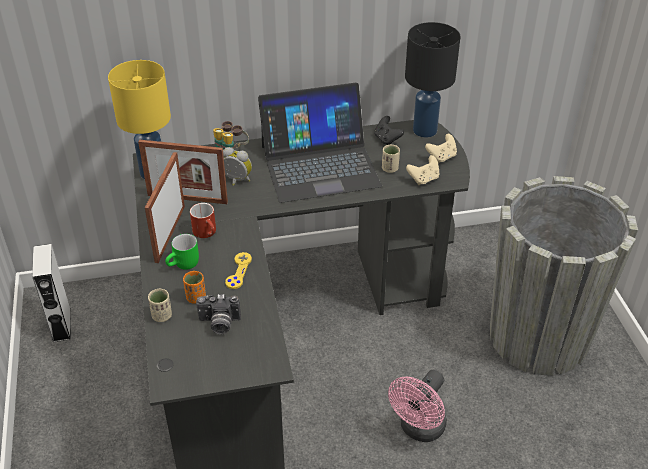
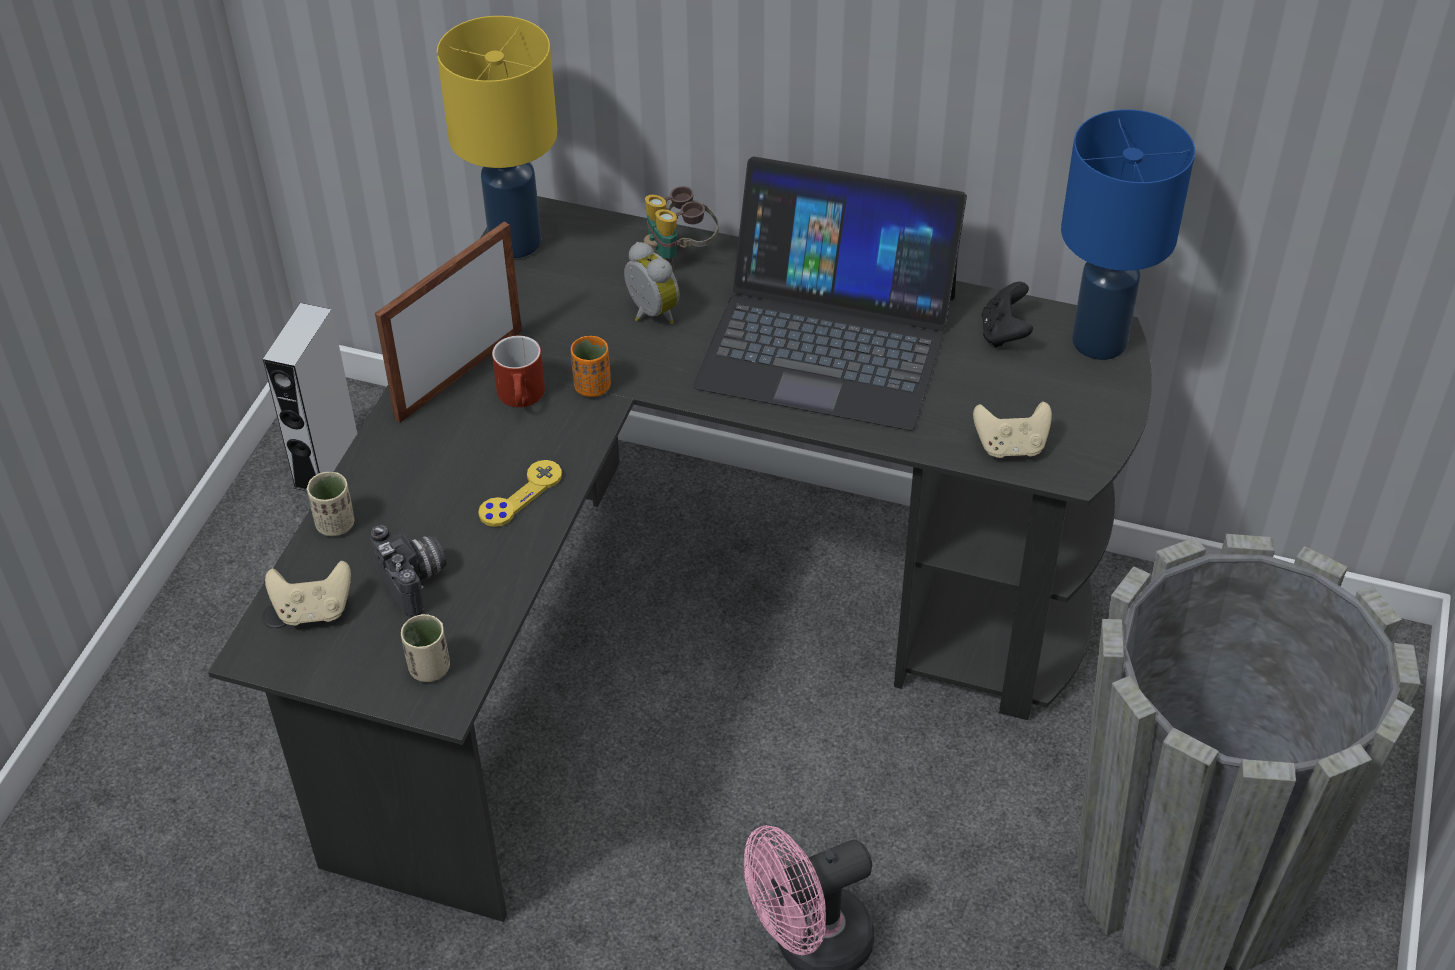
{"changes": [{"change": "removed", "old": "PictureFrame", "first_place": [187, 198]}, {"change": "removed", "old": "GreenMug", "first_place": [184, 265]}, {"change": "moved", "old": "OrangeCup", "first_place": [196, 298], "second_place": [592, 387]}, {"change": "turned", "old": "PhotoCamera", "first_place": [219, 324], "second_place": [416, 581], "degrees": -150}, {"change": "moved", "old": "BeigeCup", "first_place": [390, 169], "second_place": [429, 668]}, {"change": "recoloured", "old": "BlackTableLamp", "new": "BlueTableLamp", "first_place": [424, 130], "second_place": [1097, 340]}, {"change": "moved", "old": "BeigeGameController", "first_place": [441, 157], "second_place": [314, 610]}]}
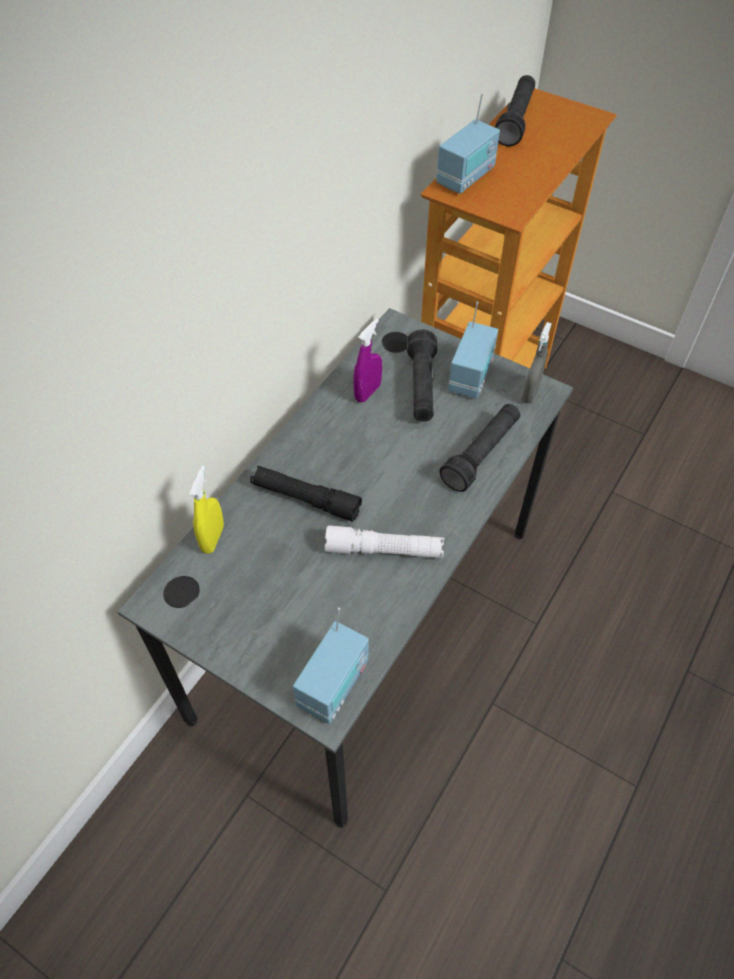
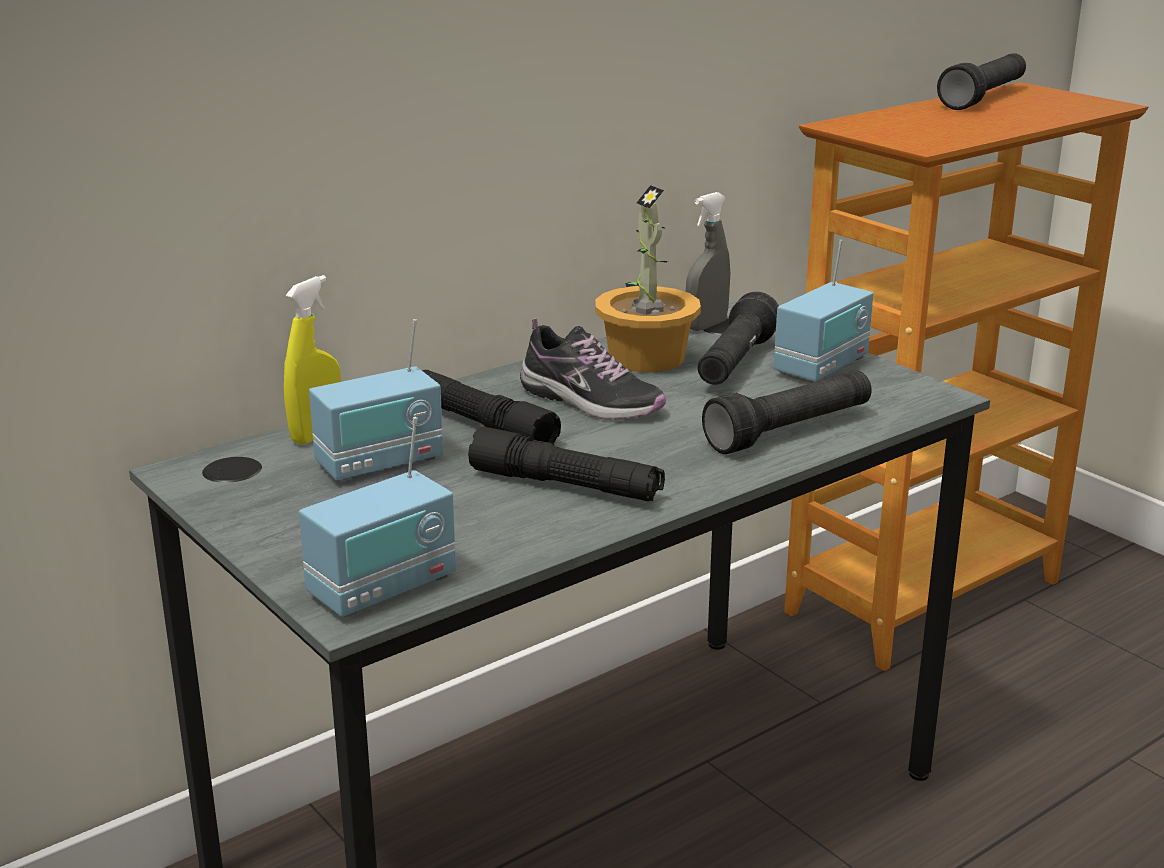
{"changes": [{"change": "recoloured", "old": "WhiteFlashlight", "new": "BlackFlashlight", "first_place": [384, 550], "second_place": [566, 486]}, {"change": "replaced", "old": "PurpleSprayBottle", "new": "PottedPlant", "first_place": [367, 392], "second_place": [647, 358]}, {"change": "moved", "old": "Radio", "first_place": [466, 177], "second_place": [380, 463]}, {"change": "moved", "old": "GreySprayBottle", "first_place": [530, 393], "second_place": [706, 326]}, {"change": "added", "new": "Shoe", "second_place": [590, 401]}]}
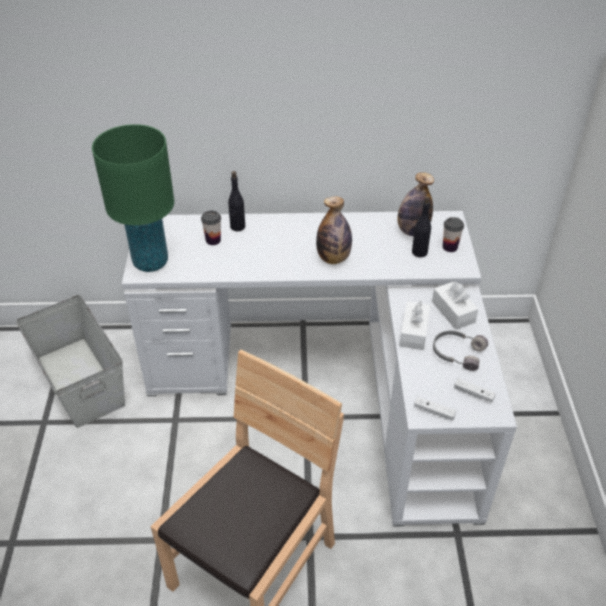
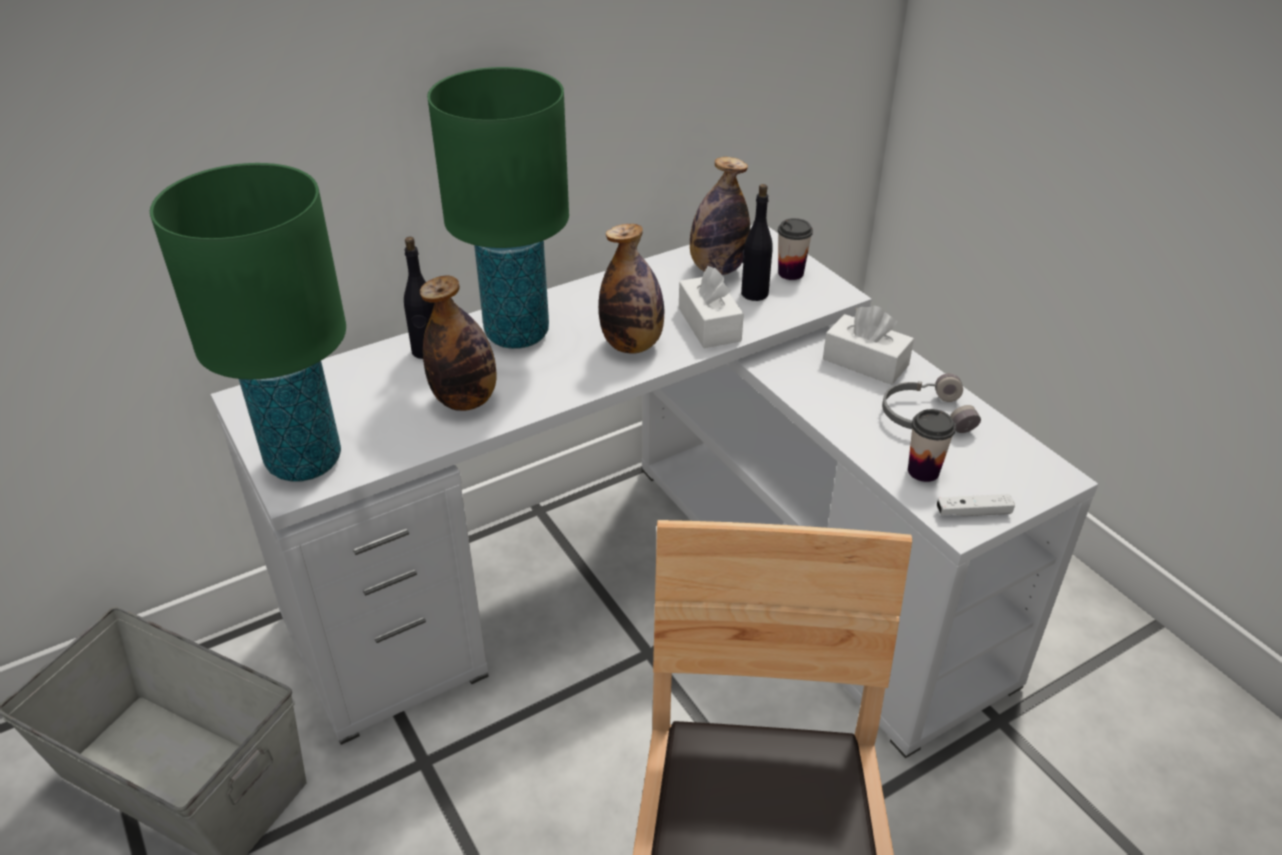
{"changes": [{"change": "moved", "old": "Cup", "first_place": [213, 240], "second_place": [923, 471]}, {"change": "moved", "old": "WhiteTissueBox", "first_place": [414, 332], "second_place": [709, 324]}, {"change": "removed", "old": "WhiteGameController", "first_place": [473, 393]}, {"change": "added", "new": "Bottle", "second_place": [465, 400]}, {"change": "added", "new": "GreenTableLamp", "second_place": [517, 333]}]}
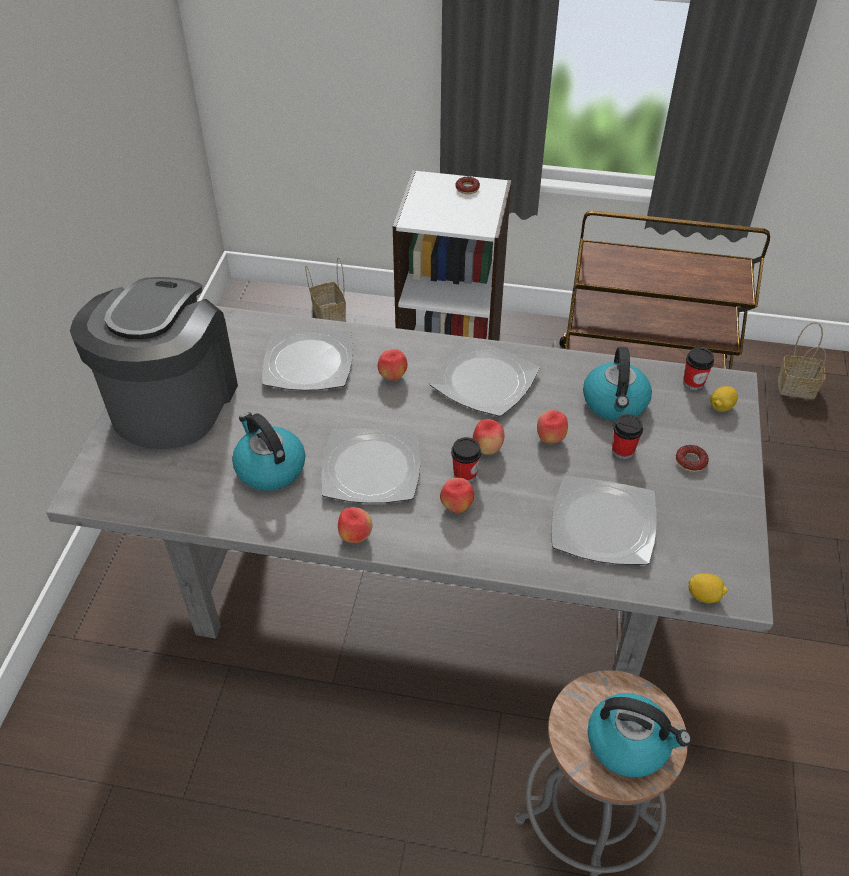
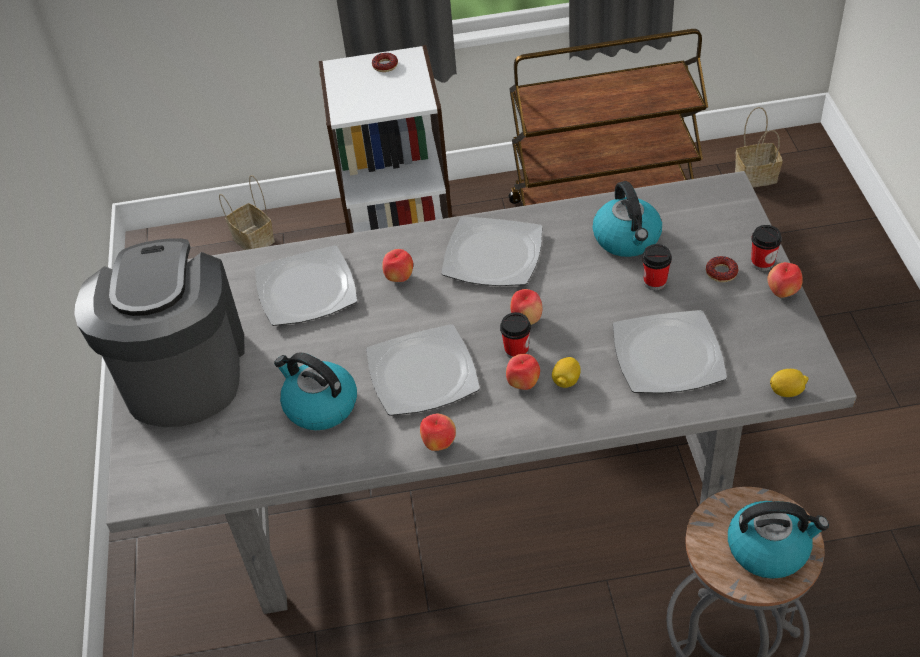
{"changes": [{"change": "moved", "old": "Apple", "first_place": [550, 438], "second_place": [782, 292]}, {"change": "moved", "old": "Cup", "first_place": [693, 383], "second_place": [762, 263]}, {"change": "moved", "old": "Lemon", "first_place": [721, 407], "second_place": [566, 381]}]}
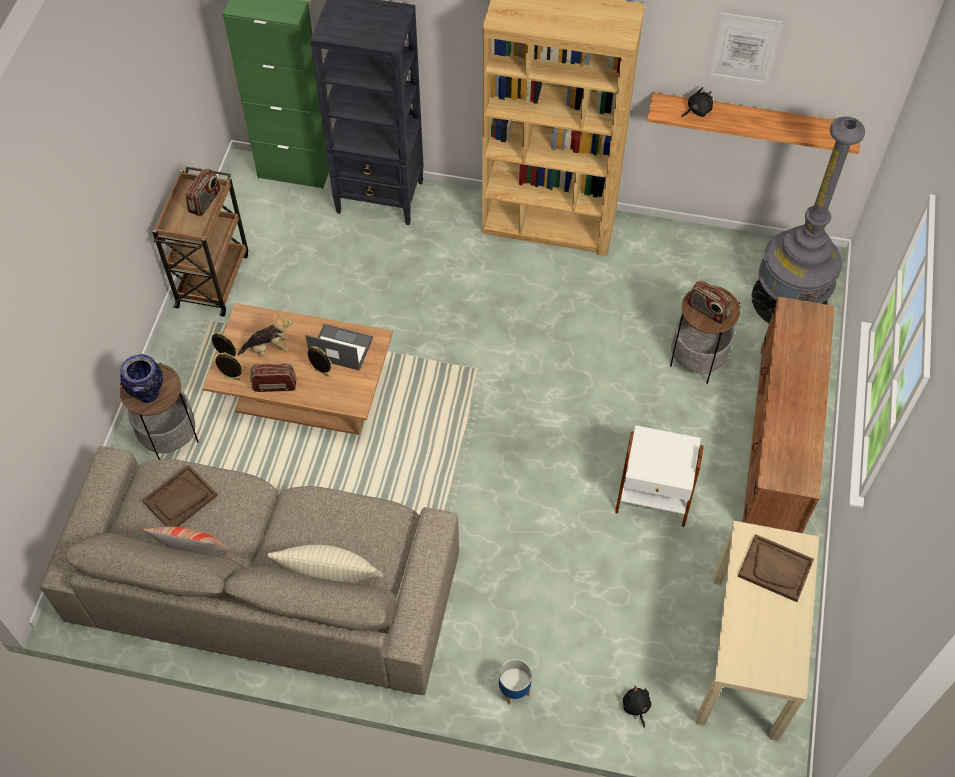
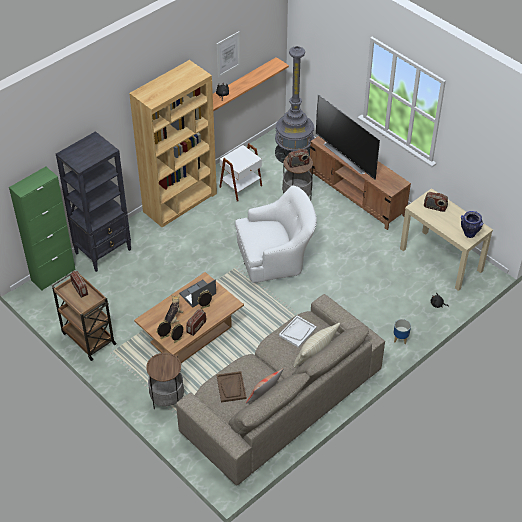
{"changes": [{"change": "moved", "old": "Vase", "first_place": [148, 393], "second_place": [469, 234]}, {"change": "moved", "old": "WhiteSideTable", "first_place": [654, 496], "second_place": [241, 187]}, {"change": "replaced", "old": "BrownTray", "new": "Radio", "first_place": [775, 569], "second_place": [435, 207]}, {"change": "added", "new": "WhiteArmchair", "second_place": [276, 257]}, {"change": "added", "new": "WhiteTray", "second_place": [297, 332]}, {"change": "added", "new": "Television", "second_place": [347, 156]}]}
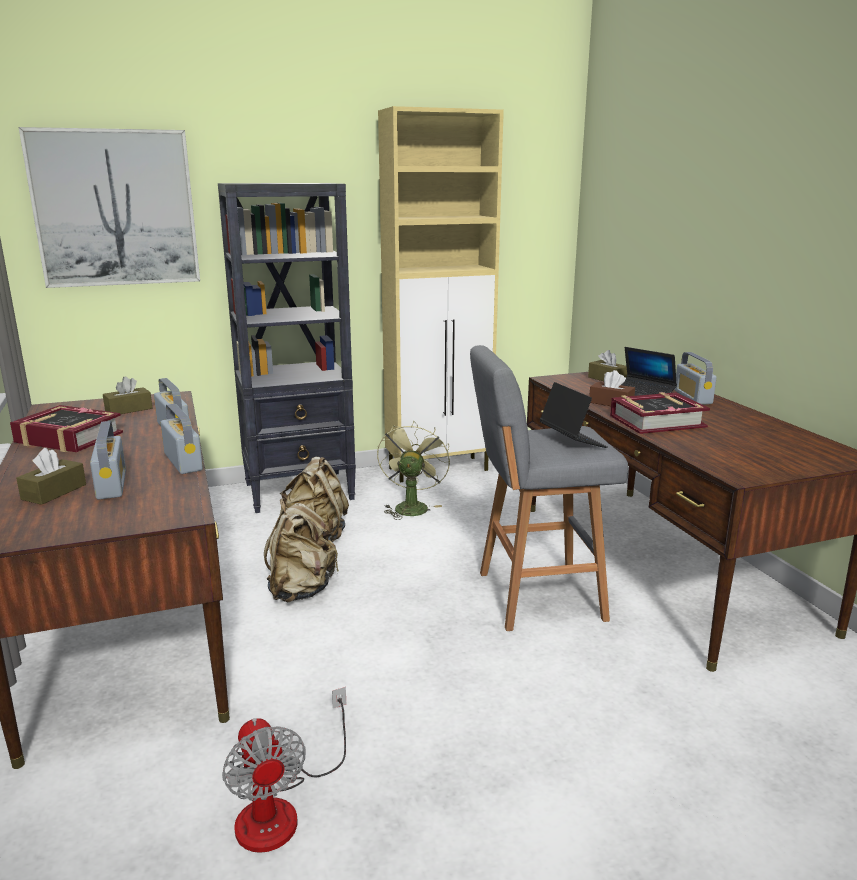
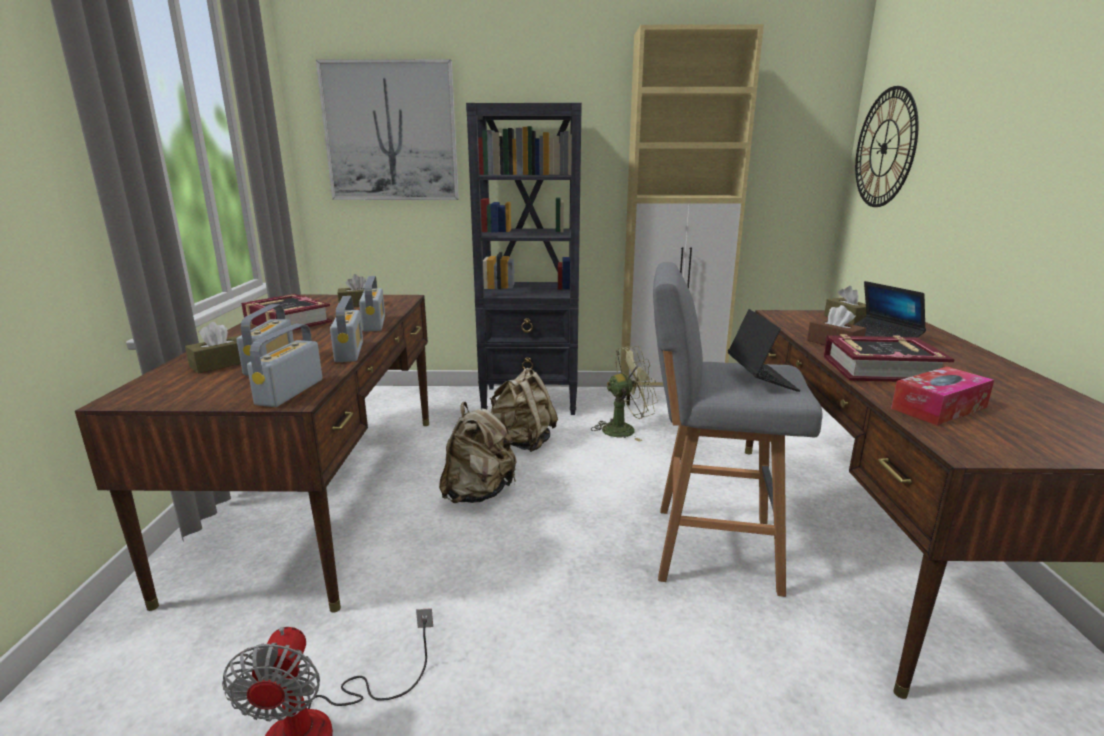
{"changes": [{"change": "turned", "old": "GreenFan", "first_place": [411, 506], "second_place": [625, 429], "degrees": 45}, {"change": "moved", "old": "Radio", "first_place": [693, 397], "second_place": [290, 392]}, {"change": "added", "new": "WallClock", "second_place": [884, 148]}, {"change": "added", "new": "TissueBox", "second_place": [939, 408]}]}
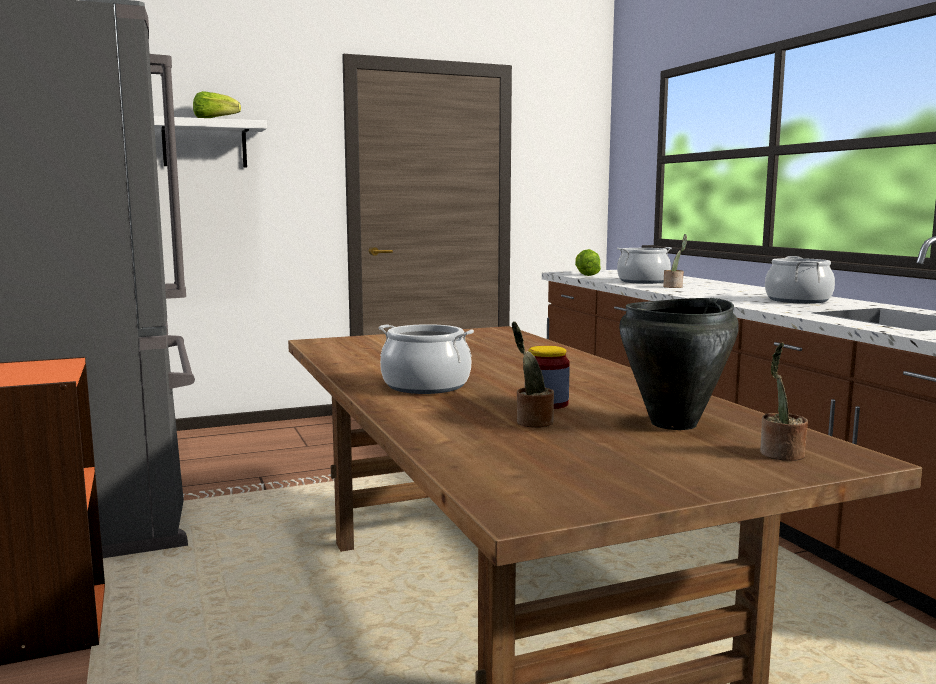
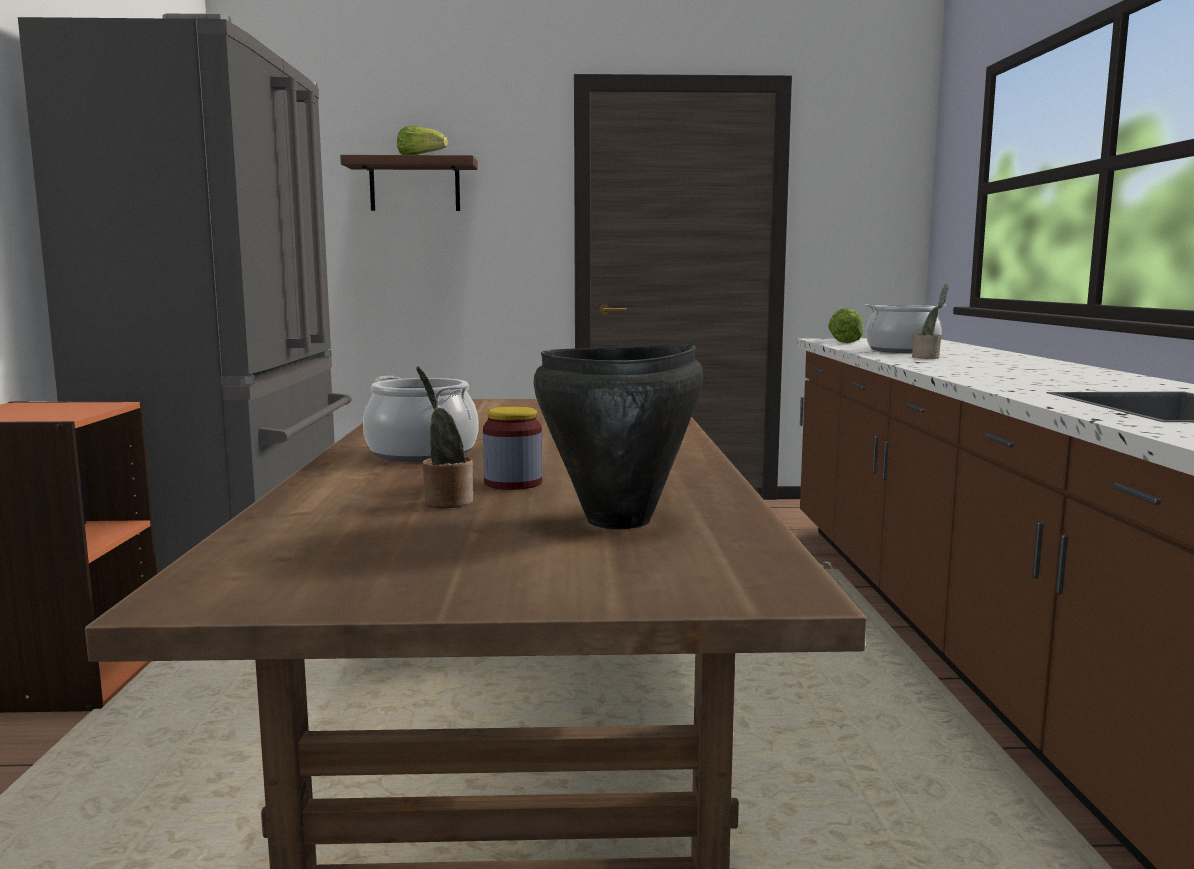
{"changes": [{"change": "recoloured", "old": "WhiteShelf", "new": "BrownShelf", "first_place": [204, 144], "second_place": [415, 185]}, {"change": "removed", "old": "PottedPlant", "first_place": [780, 454]}, {"change": "removed", "old": "CookingPot", "first_place": [798, 300]}]}
